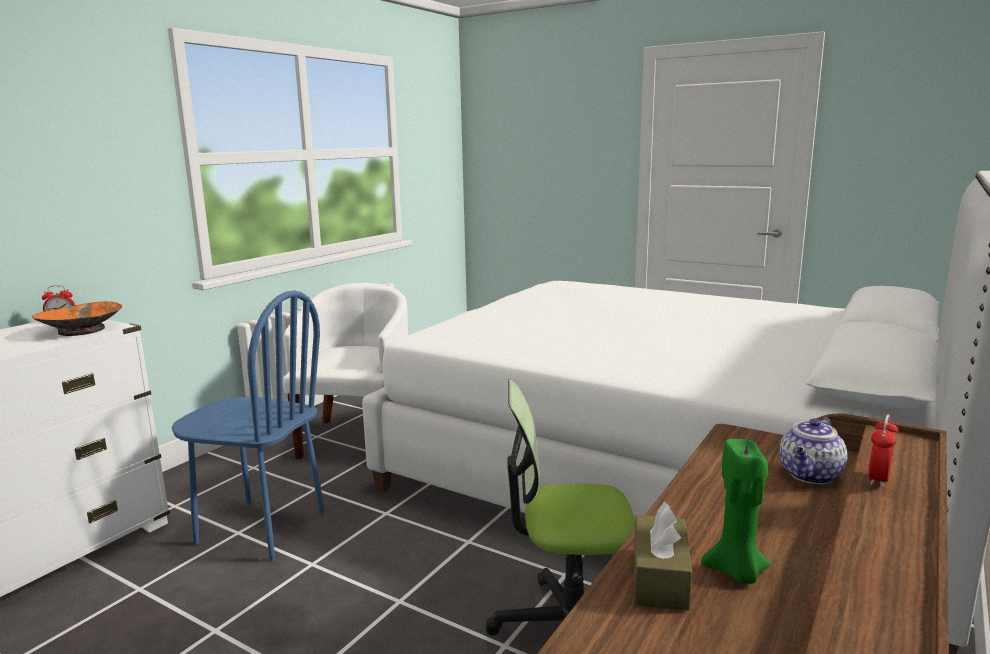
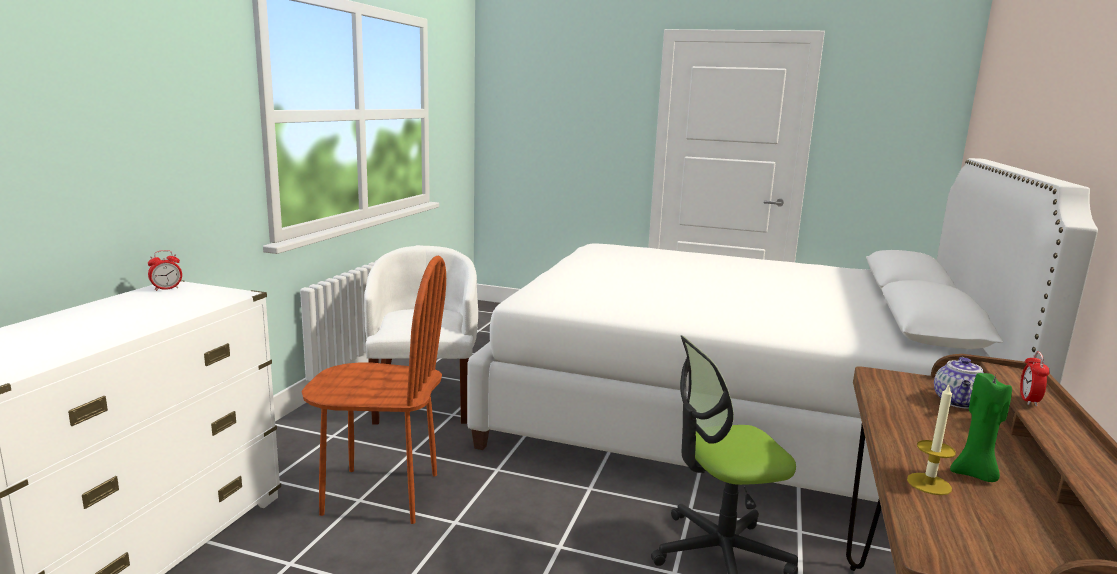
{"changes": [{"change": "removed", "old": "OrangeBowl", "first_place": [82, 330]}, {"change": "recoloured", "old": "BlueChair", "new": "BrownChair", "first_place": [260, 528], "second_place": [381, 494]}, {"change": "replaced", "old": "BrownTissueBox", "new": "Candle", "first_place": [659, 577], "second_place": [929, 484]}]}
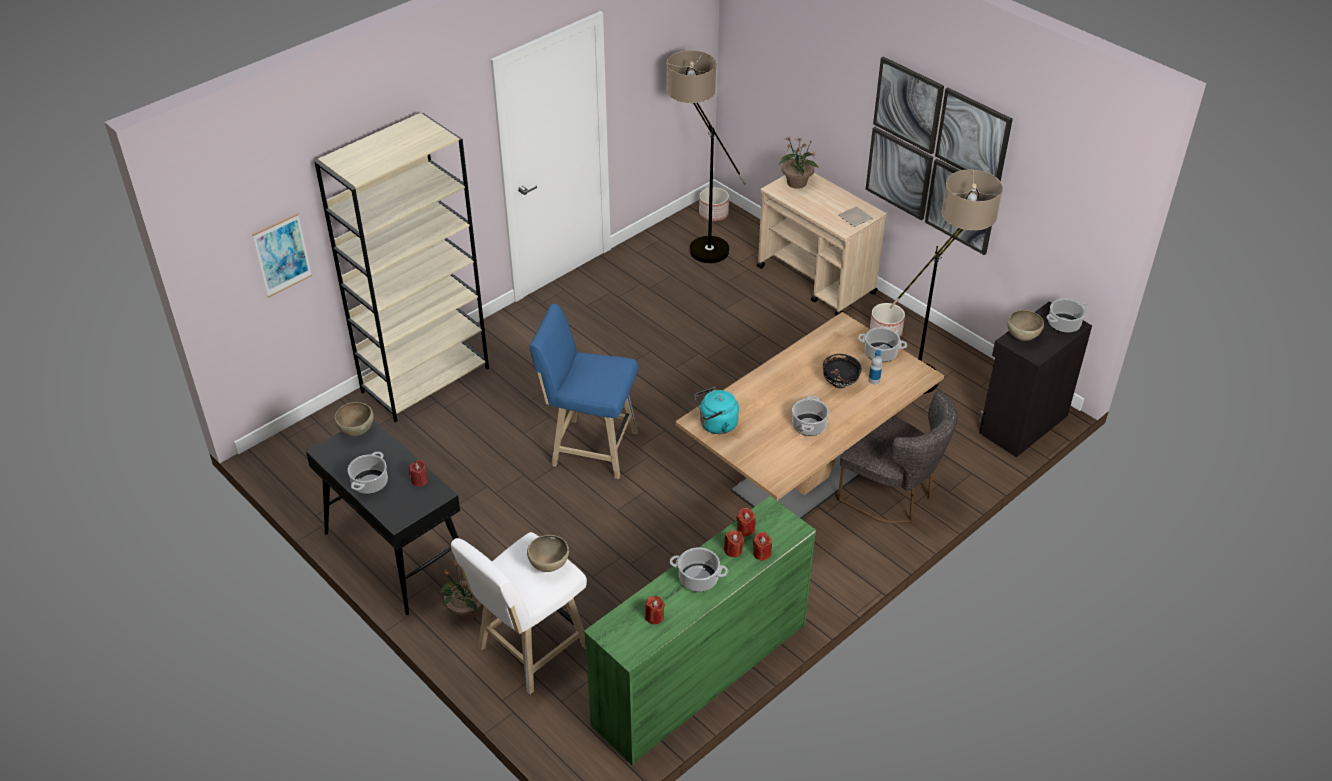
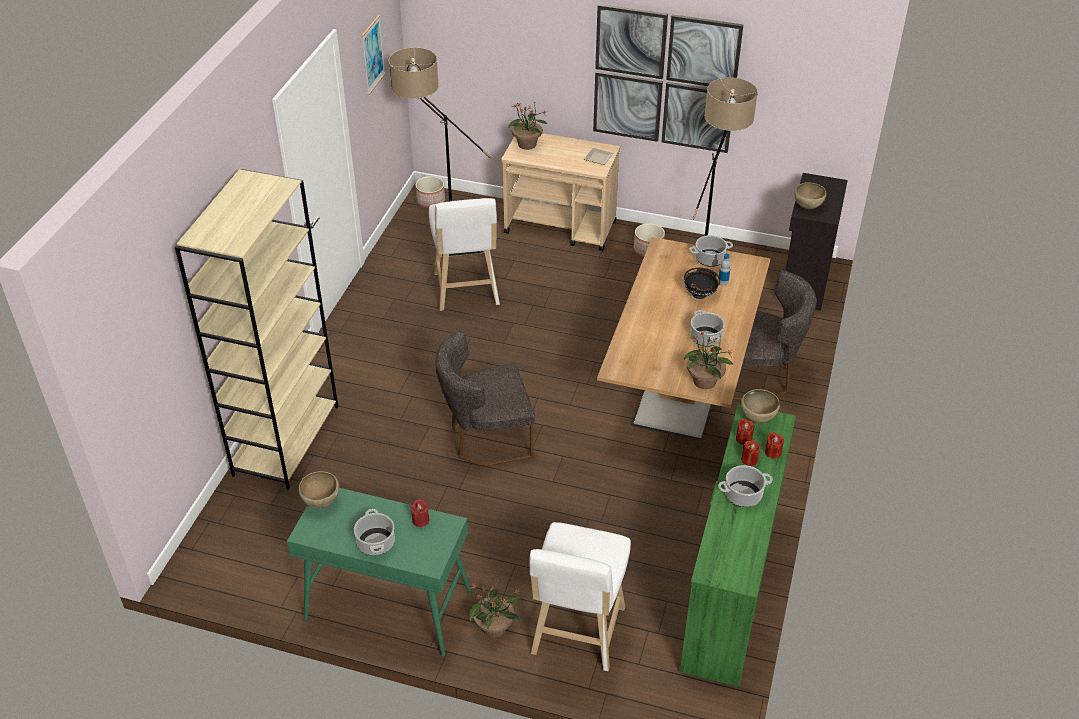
{"changes": [{"change": "moved", "old": "Picture", "first_place": [282, 255], "second_place": [372, 55]}, {"change": "recoloured", "old": "BlackConsoleTable", "new": "GreenConsoleTable", "first_place": [396, 553], "second_place": [387, 606]}, {"change": "moved", "old": "BrownBowl", "first_place": [549, 566], "second_place": [758, 418]}, {"change": "replaced", "old": "BlueStool", "new": "GreyChair", "first_place": [589, 447], "second_place": [486, 439]}, {"change": "removed", "old": "RedCandle", "first_place": [654, 617]}, {"change": "removed", "old": "TurquoiseKettle", "first_place": [716, 425]}, {"change": "removed", "old": "CookingPot", "first_place": [1063, 325]}, {"change": "added", "new": "WhiteStool", "second_place": [466, 292]}, {"change": "added", "new": "PottedPlant", "second_place": [705, 382]}]}
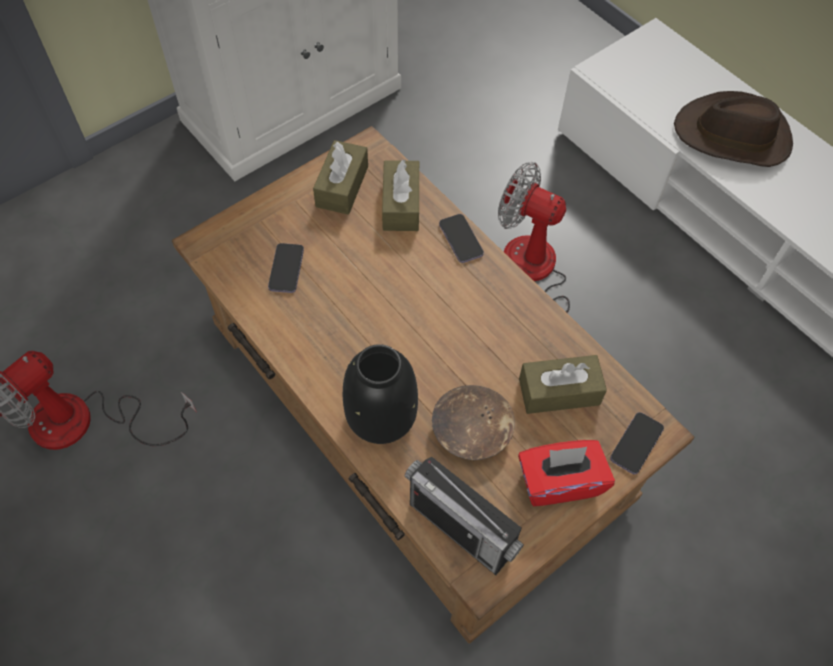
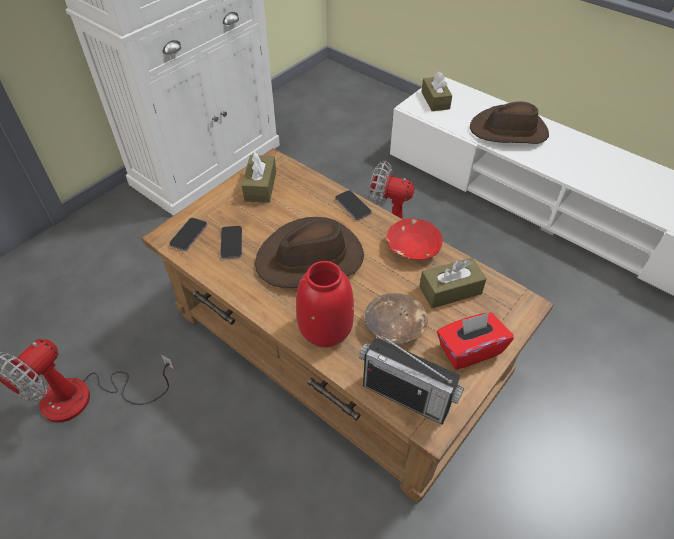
{"changes": [{"change": "recoloured", "old": "BlackVase", "new": "RedVase", "first_place": [381, 418], "second_place": [326, 330]}, {"change": "moved", "old": "BrownTissueBox", "first_place": [401, 204], "second_place": [435, 100]}, {"change": "moved", "old": "Phone", "first_place": [636, 444], "second_place": [188, 235]}, {"change": "added", "new": "BrownHat", "second_place": [311, 259]}, {"change": "added", "new": "RedBowl", "second_place": [412, 247]}]}
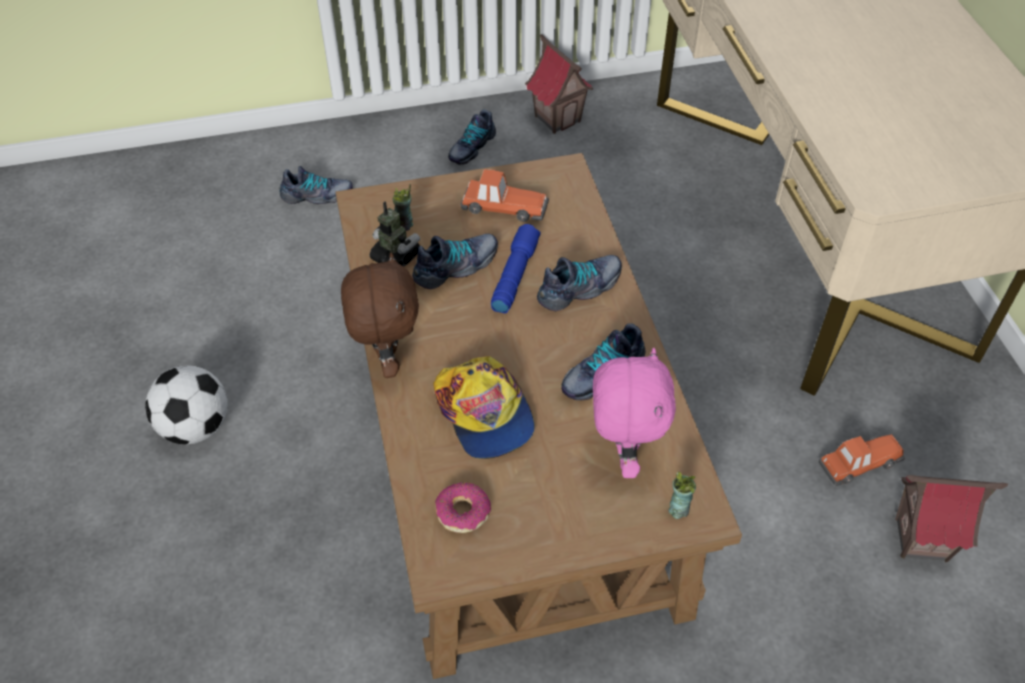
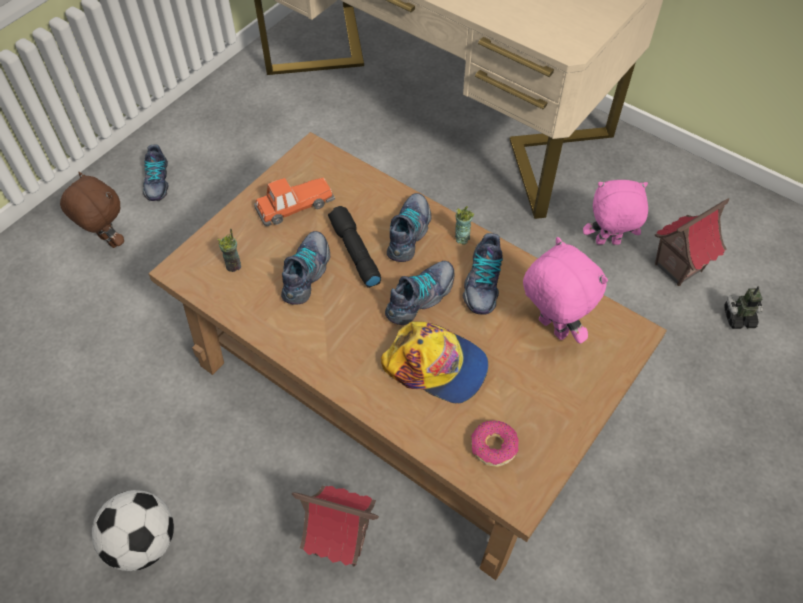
{"changes": [{"change": "moved", "old": "Shoe", "first_place": [317, 196], "second_place": [421, 297]}, {"change": "moved", "old": "BrownPlushToy", "first_place": [386, 360], "second_place": [107, 241]}, {"change": "moved", "old": "ToyRobot", "first_place": [395, 257], "second_place": [738, 318]}, {"change": "recoloured", "old": "BlueFlashlight", "new": "BlackFlashlight", "first_place": [514, 275], "second_place": [354, 252]}, {"change": "moved", "old": "ToyHouse", "first_place": [558, 118], "second_place": [341, 540]}, {"change": "moved", "old": "Cup", "first_place": [678, 509], "second_place": [462, 238]}, {"change": "replaced", "old": "ToyCar", "new": "PinkPlushToy", "first_place": [859, 463], "second_place": [607, 243]}]}
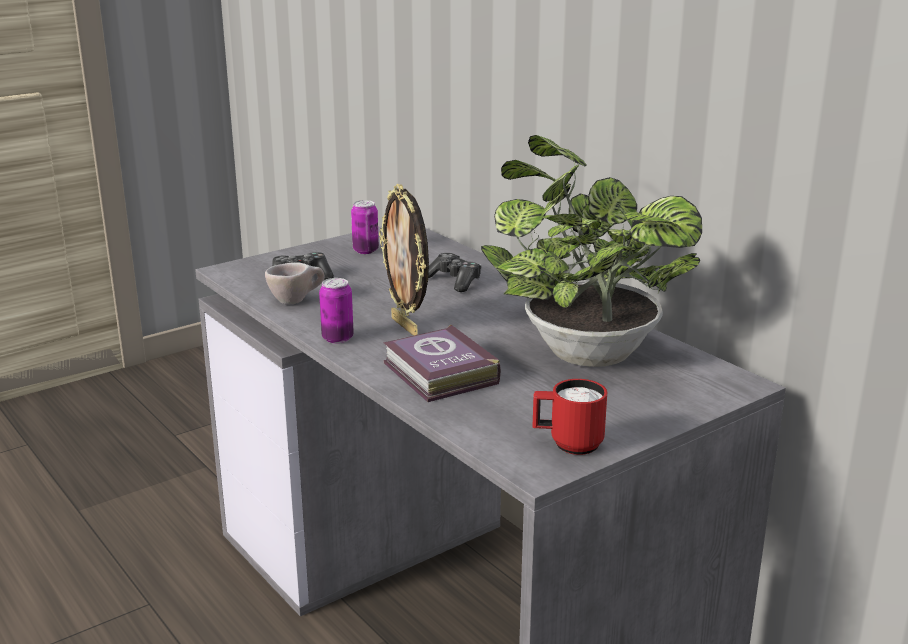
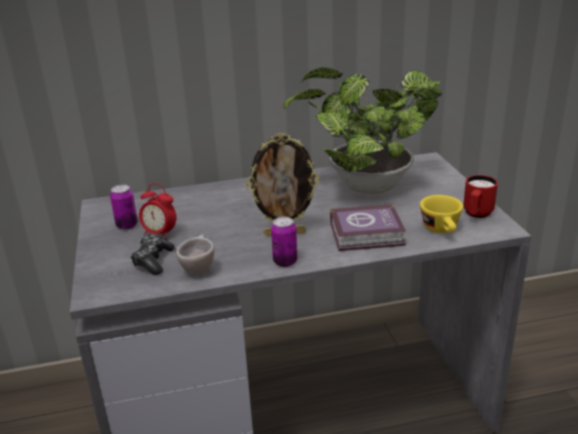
{"changes": [{"change": "removed", "old": "GameController", "first_place": [454, 281]}, {"change": "added", "new": "AlarmClock", "second_place": [160, 234]}, {"change": "added", "new": "YellowCup", "second_place": [442, 230]}]}
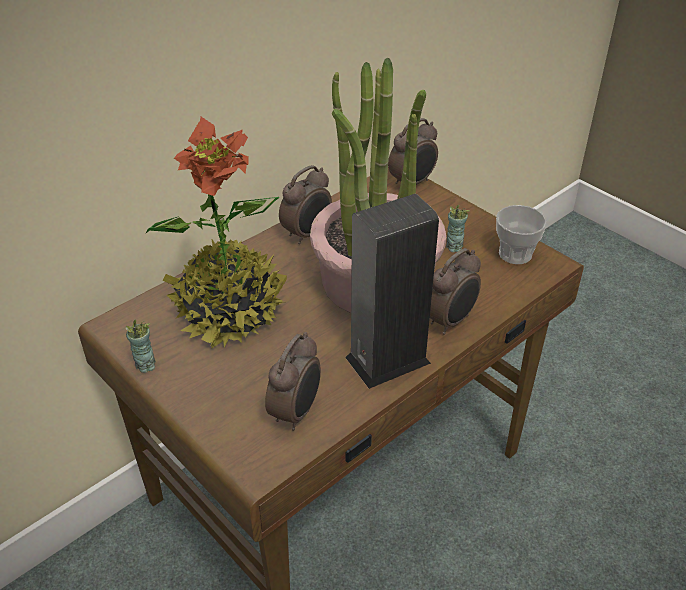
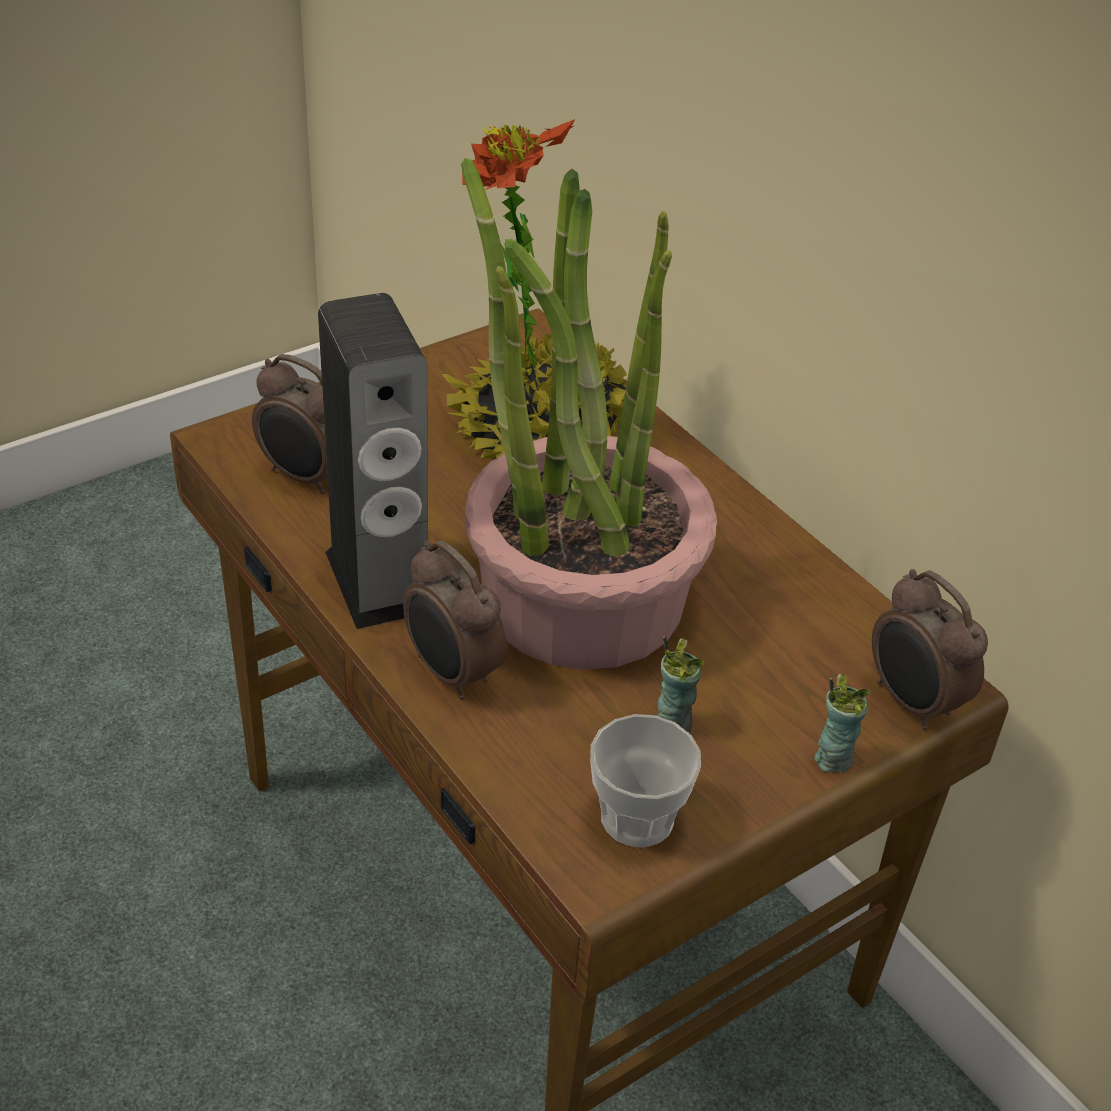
{"changes": [{"change": "moved", "old": "Cup", "first_place": [145, 365], "second_place": [833, 759]}, {"change": "removed", "old": "AlarmClock", "first_place": [307, 234]}]}
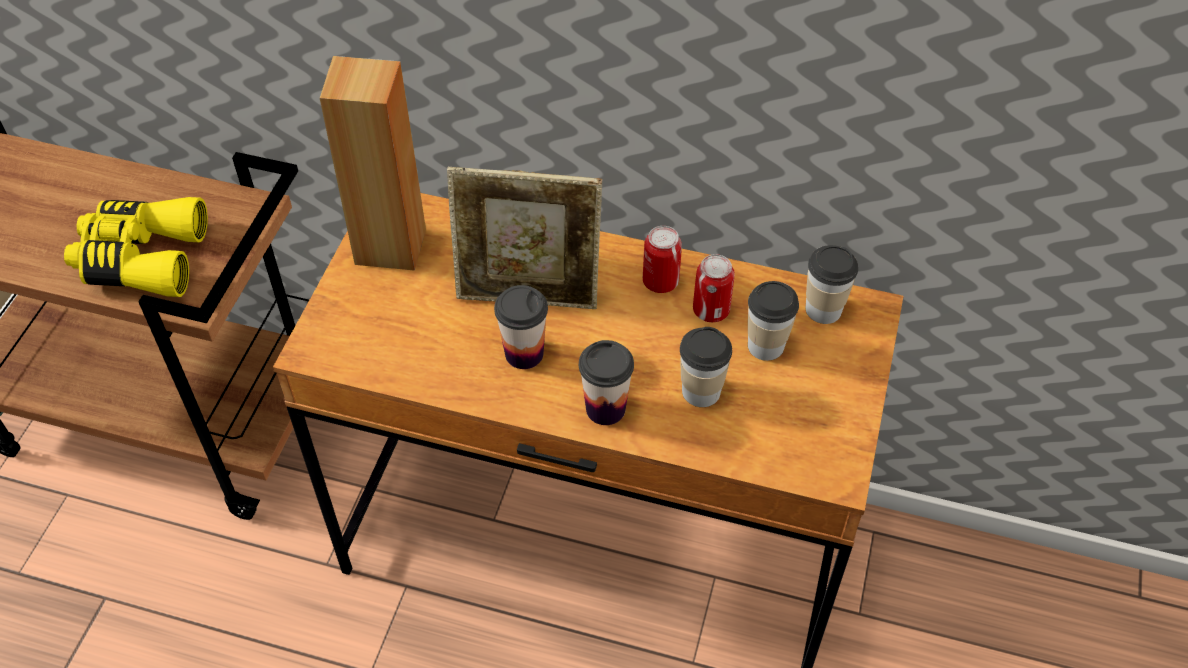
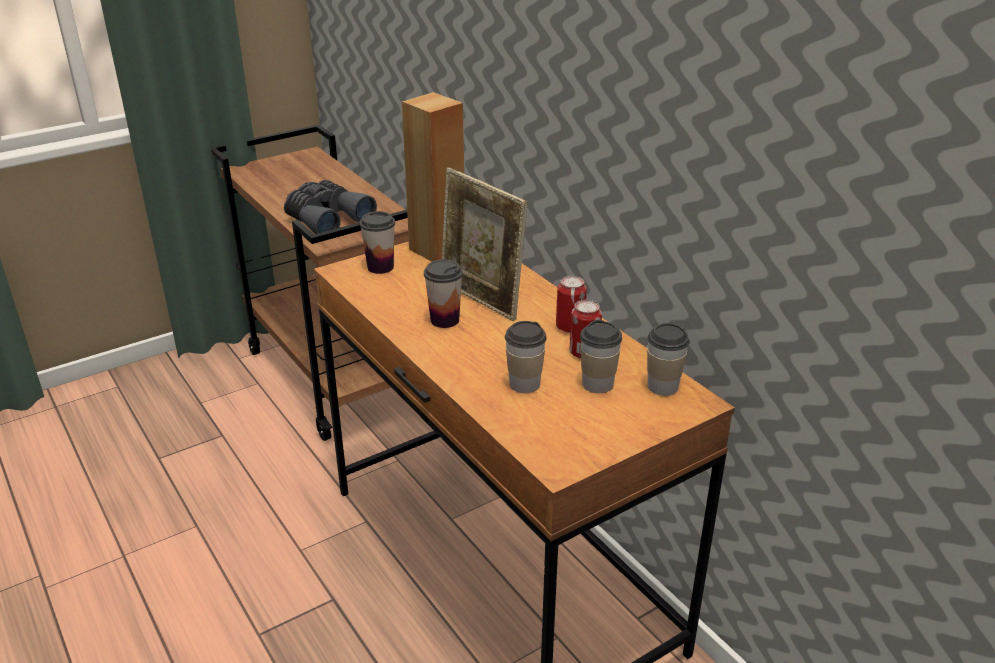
{"changes": [{"change": "recoloured", "old": "YellowBinoculars", "new": "GreyBinoculars", "first_place": [141, 258], "second_place": [326, 219]}, {"change": "moved", "old": "Cup", "first_place": [605, 408], "second_place": [380, 267]}]}
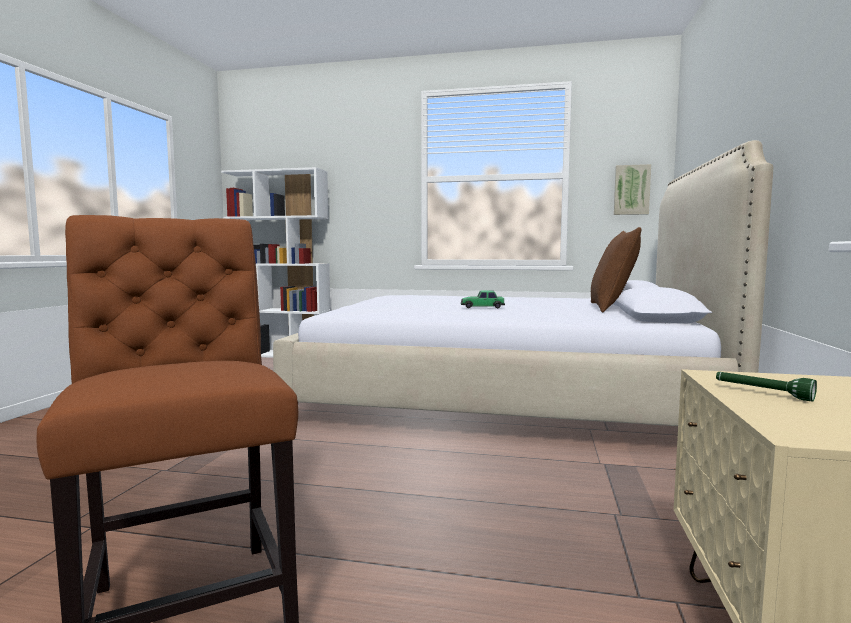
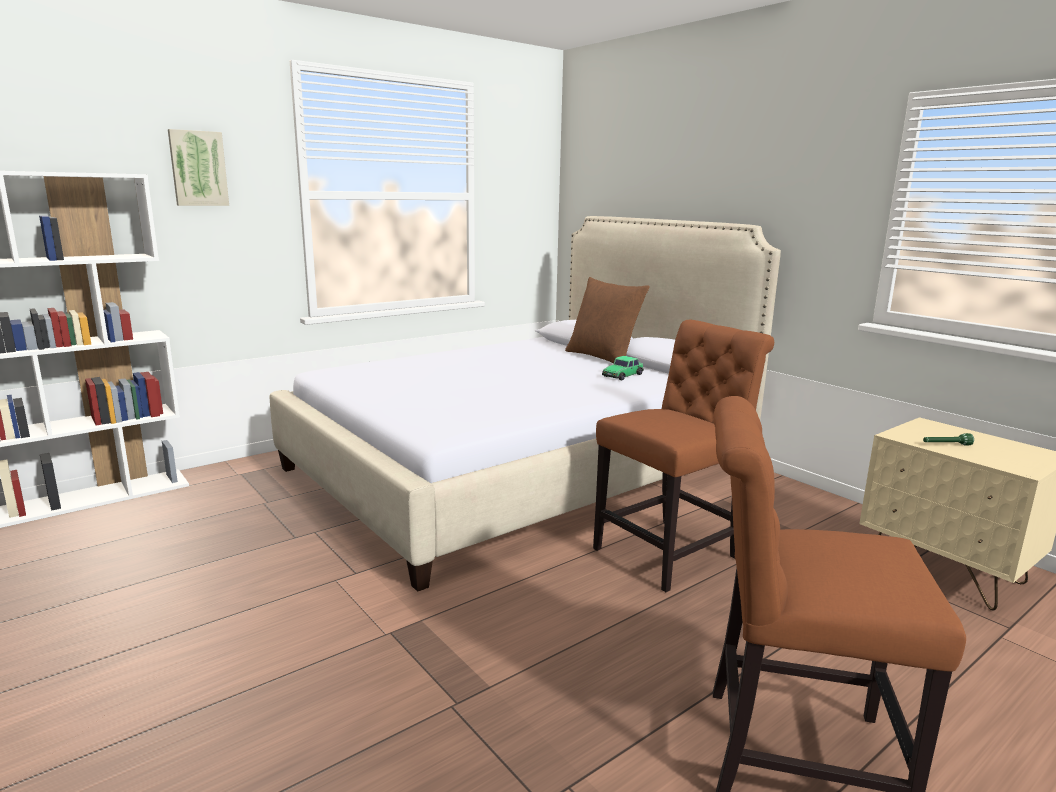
{"changes": [{"change": "moved", "old": "ToyCar", "first_place": [482, 307], "second_place": [622, 375]}, {"change": "moved", "old": "Picture", "first_place": [631, 190], "second_place": [198, 168]}, {"change": "added", "new": "BrownChair", "second_place": [671, 551]}]}
